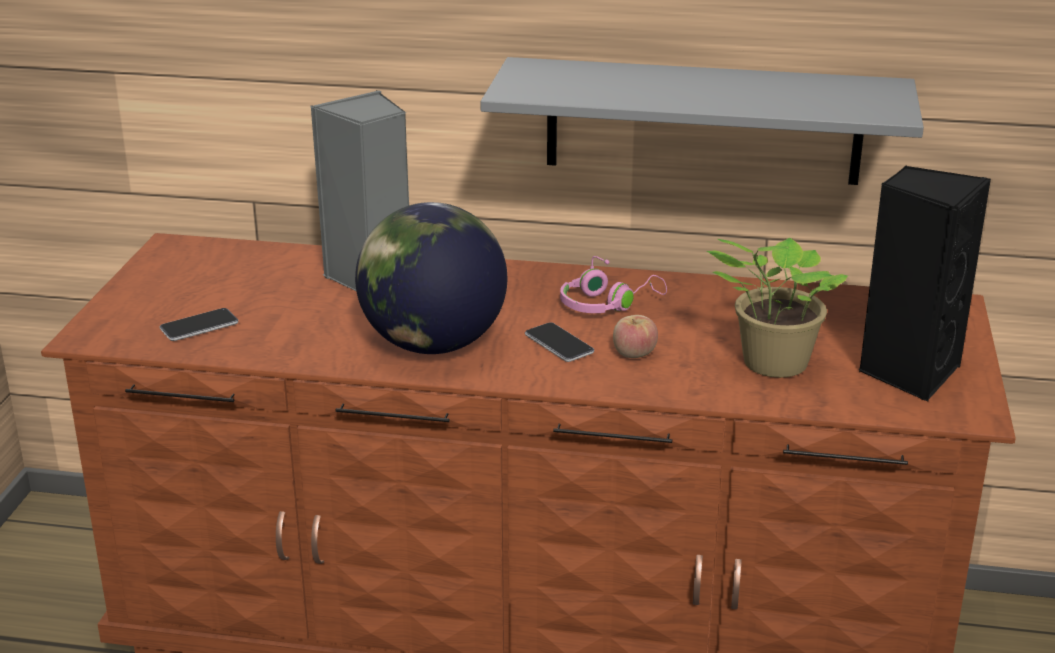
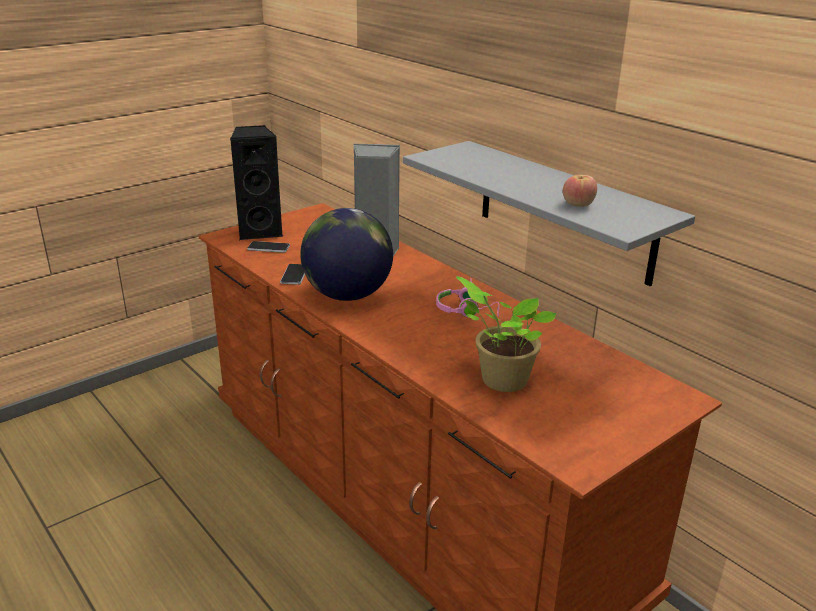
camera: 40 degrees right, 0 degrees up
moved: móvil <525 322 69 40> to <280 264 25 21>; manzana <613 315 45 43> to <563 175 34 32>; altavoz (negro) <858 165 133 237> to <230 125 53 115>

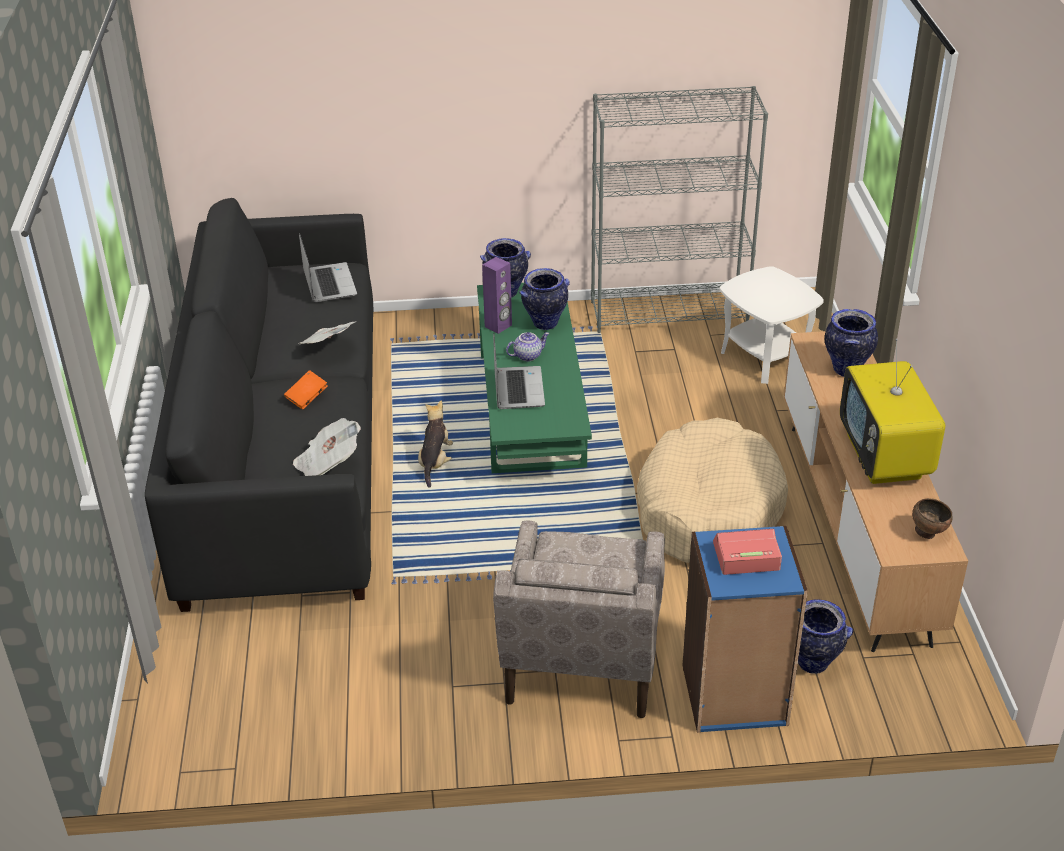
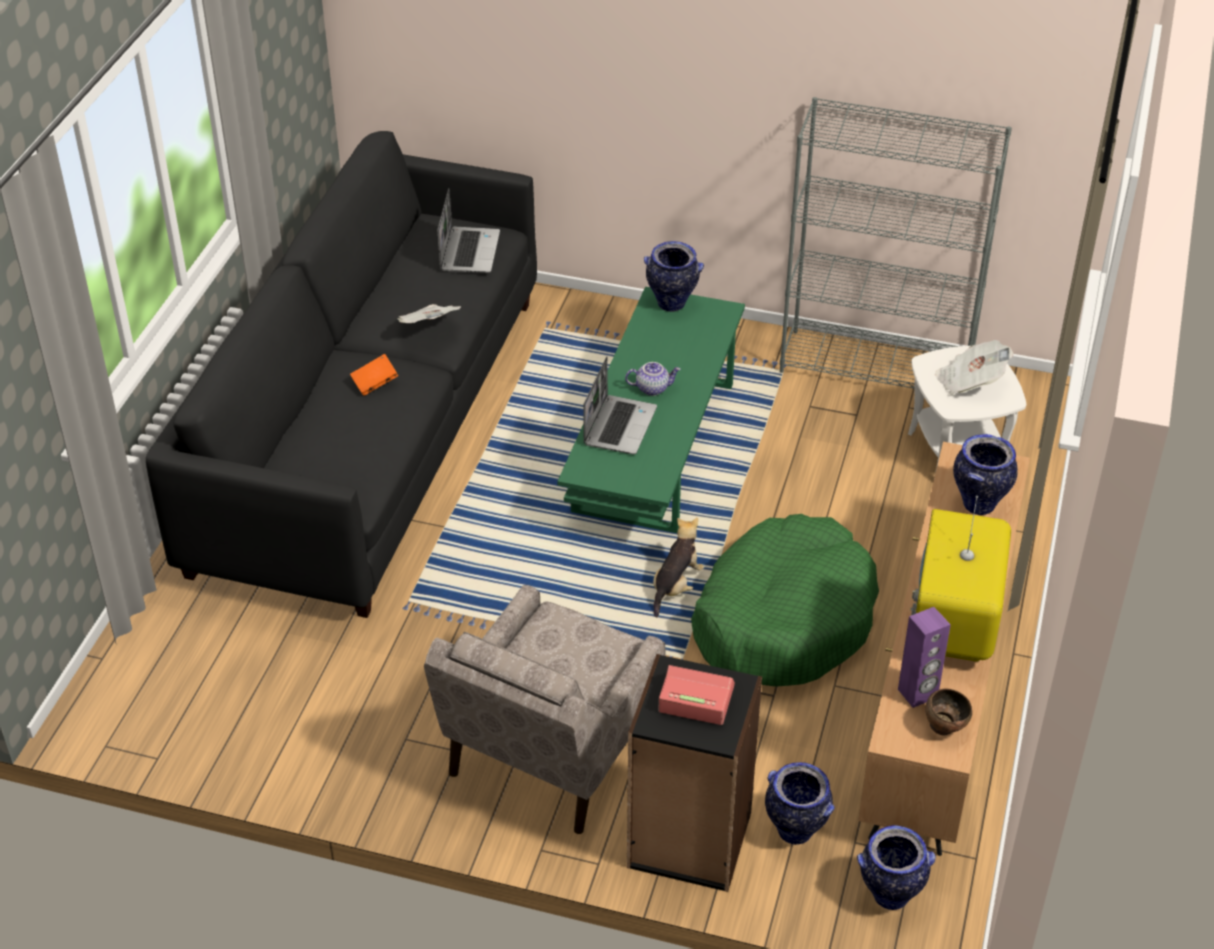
camera: 20 degrees right, 5 degrees up
moved: periódico <293 418 68 58> to <935 340 78 55>; peluche <418 400 35 88> to <653 517 51 100>; altavoz (morado) <482 257 30 77> to <898 607 53 101>; florero <519 268 51 62> to <857 825 79 85>
recoloured: cama para perro (beis) <637 418 151 145> to cama para perro (verde) <691 514 188 173>; estantería (azul) <682 526 126 207> to estantería (negro) <627 654 135 238>

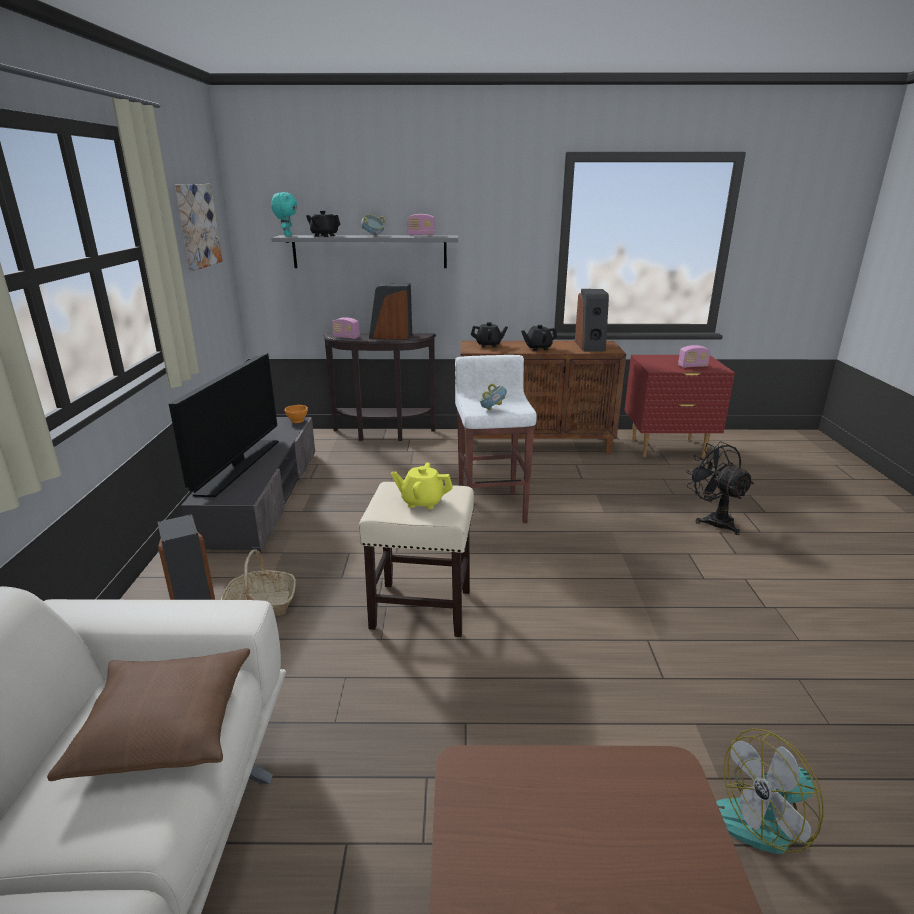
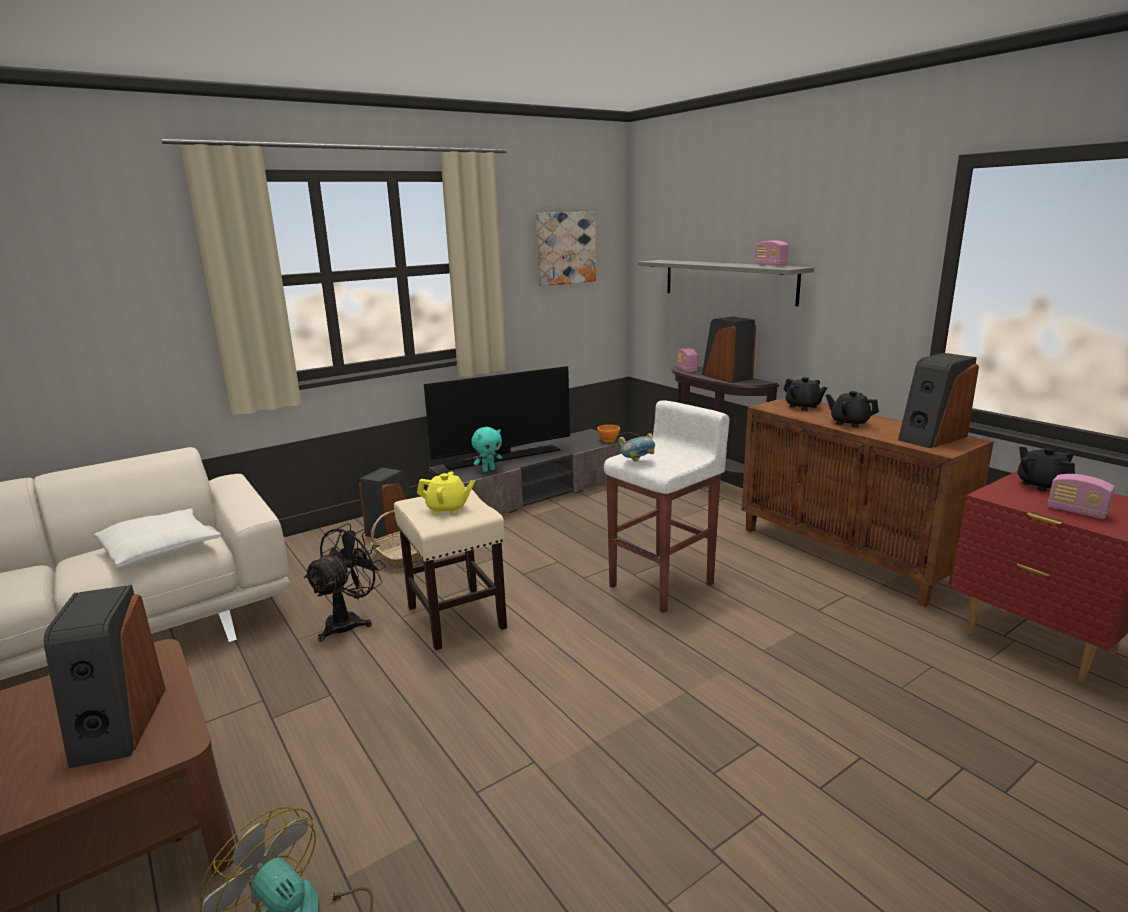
camera: 55 degrees right, 5 degrees down
removed: cuenco <361 214 25 22>
added: altavoz <44 585 122 183>
moved: peluche (turquesa) <271 192 26 45> to <471 427 31 45>; tetera (negro) <306 211 34 26> to <1017 447 58 45>; ventilador (negro) <686 441 68 94> to <303 523 83 119>
recoloured: cojín (marrón) <47 648 203 133> to cojín (blanco) <94 508 127 59>
turned: tetera (amarillo) <391 463 62 46> = <417 471 58 43> 120 degrees clockwise

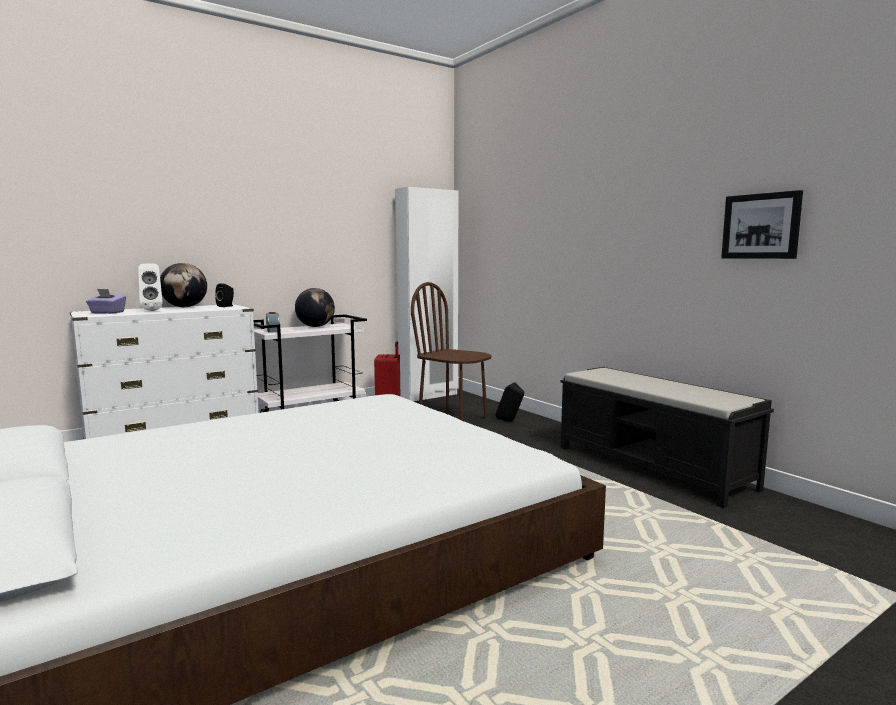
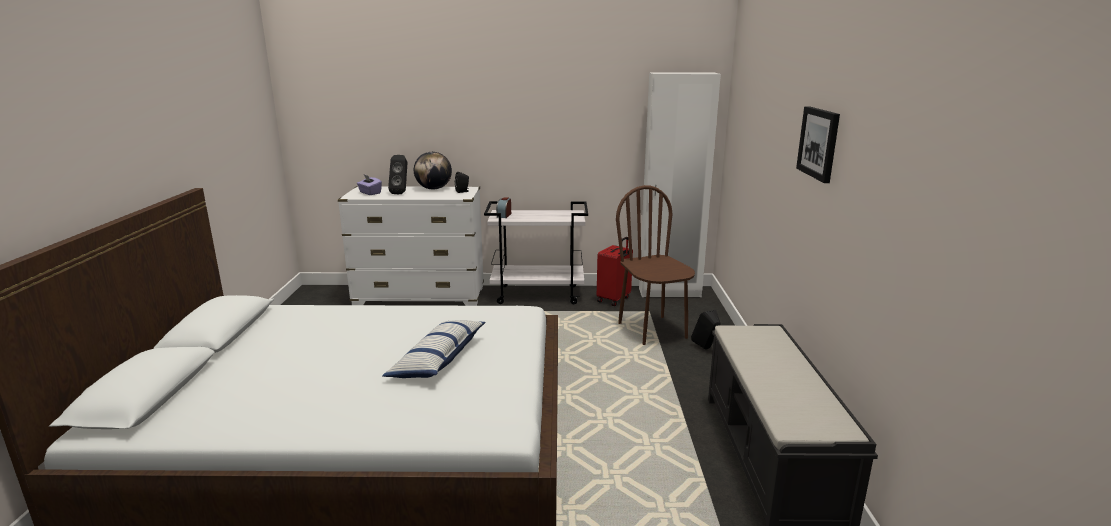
camera: 35 degrees right, 10 degrees up
removed: globo terráqueo <295 288 40 39>
added: cojín <382 320 103 58>
moved: cuadro <721 190 82 69> to <796 106 44 77>
recoloured: altavoz (blanco) <138 263 25 48> to altavoz (negro) <388 155 19 39>

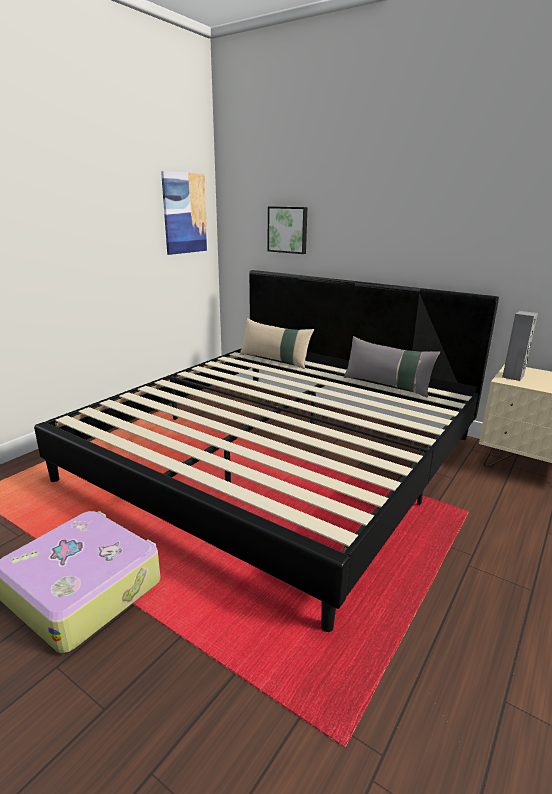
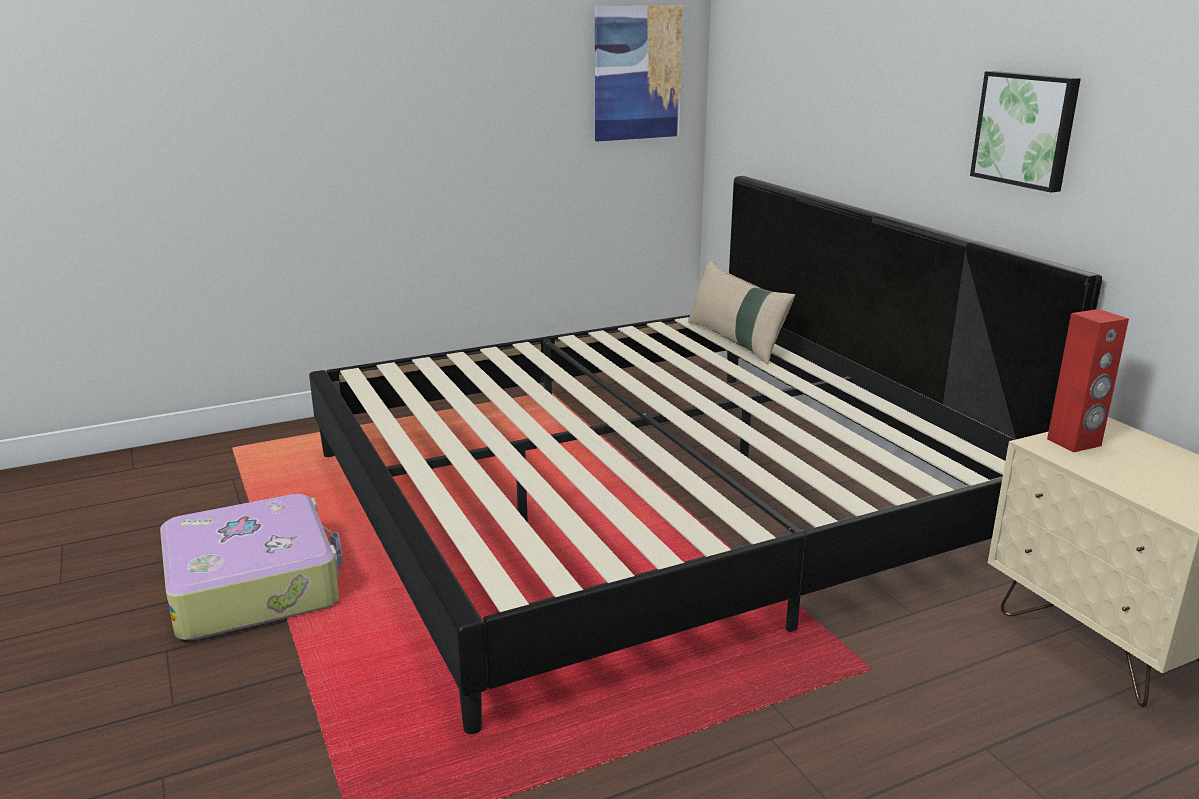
camera: 30 degrees right, 0 degrees up
removed: cojín (gris) <344 336 96 62>
moved: cuadro <268 206 39 48> to <970 71 111 122>
recoloured: altavoz (gris) <502 311 36 70> to altavoz (rojo) <1047 309 82 143>

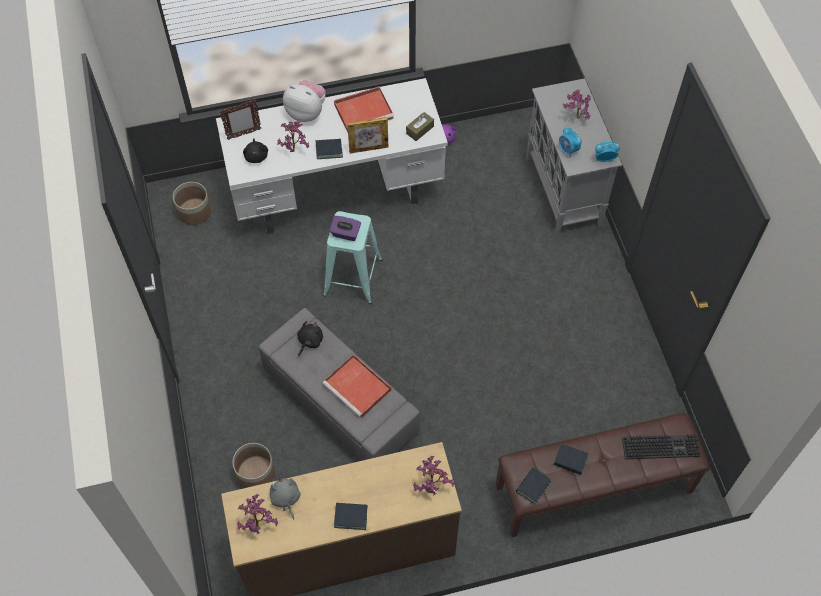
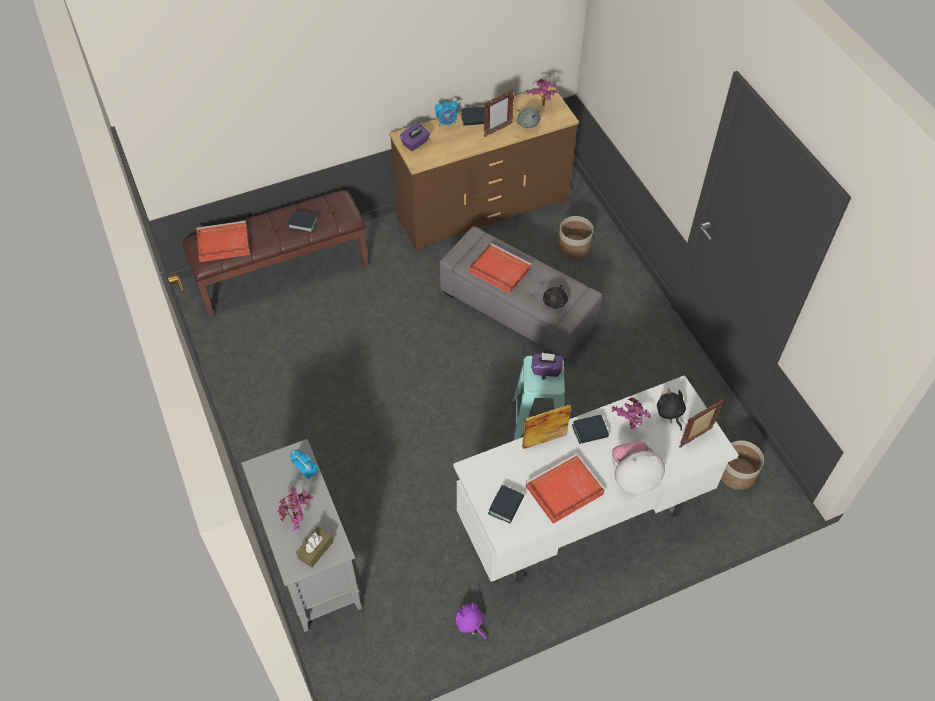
camera: 170 degrees right, 5 degrees down
added: portarretratos <484 89 31 48>
moved: caja de pañuelos (marrón) <406 112 28 29> to <296 527 37 41>; libro <516 468 35 36> to <488 485 36 38>; despertador <595 142 25 20> to <435 99 23 28>
replaced: planta en maceta <413 456 41 40> to caja de pañuelos (morado) <400 123 30 28>; teclado <622 434 79 25> to bandeja (rojo) <196 221 54 41>
turned: peluche <283 80 43 42> = <612 441 53 53> 150 degrees clockwise

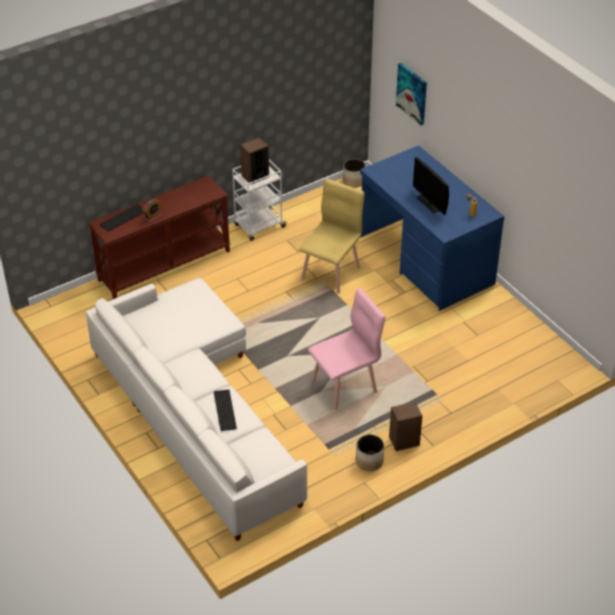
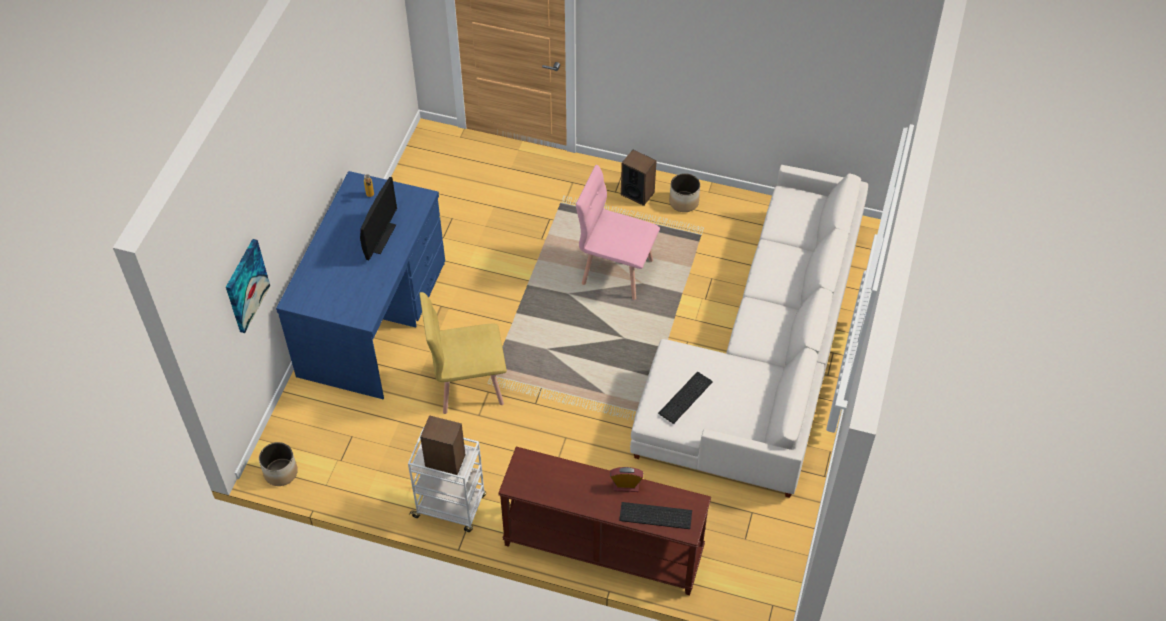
camera: 130 degrees left, 10 degrees up
moved: teclado <214 390 23 41> to <658 372 55 52>

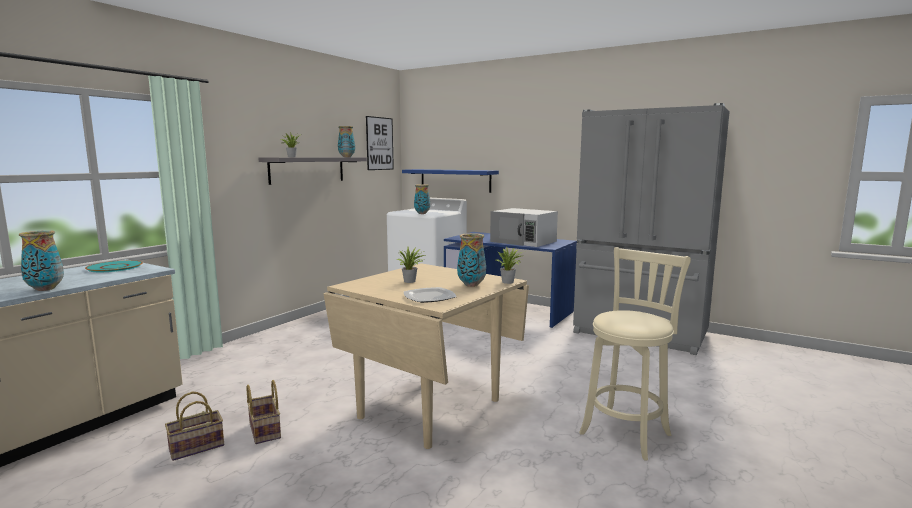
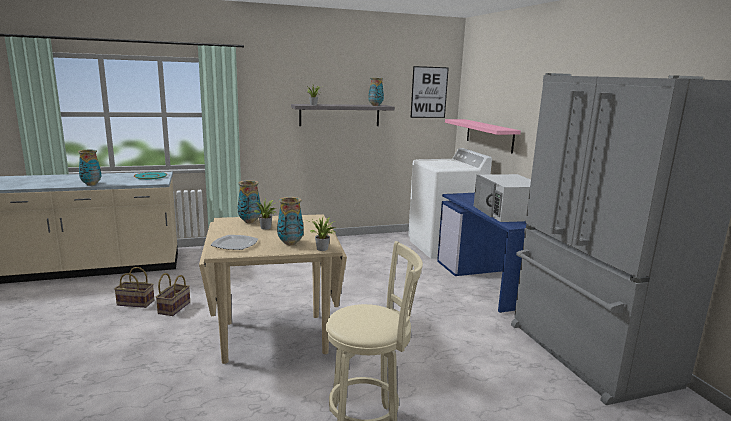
camera: 40 degrees right, 5 degrees up
moved: florero <414 184 16 30> to <238 180 23 43>
recoloured: estante (azul) <402 169 97 24> to estante (rosa) <445 119 76 34>

